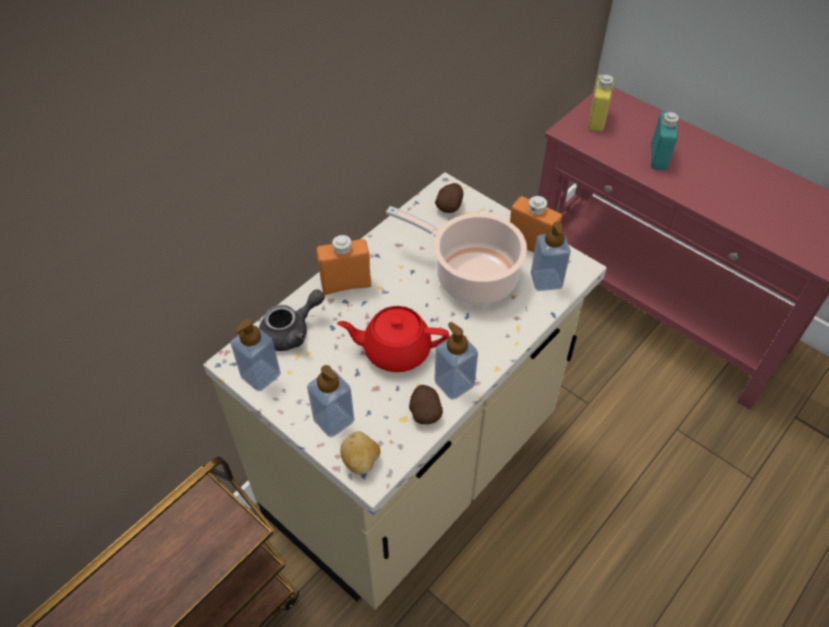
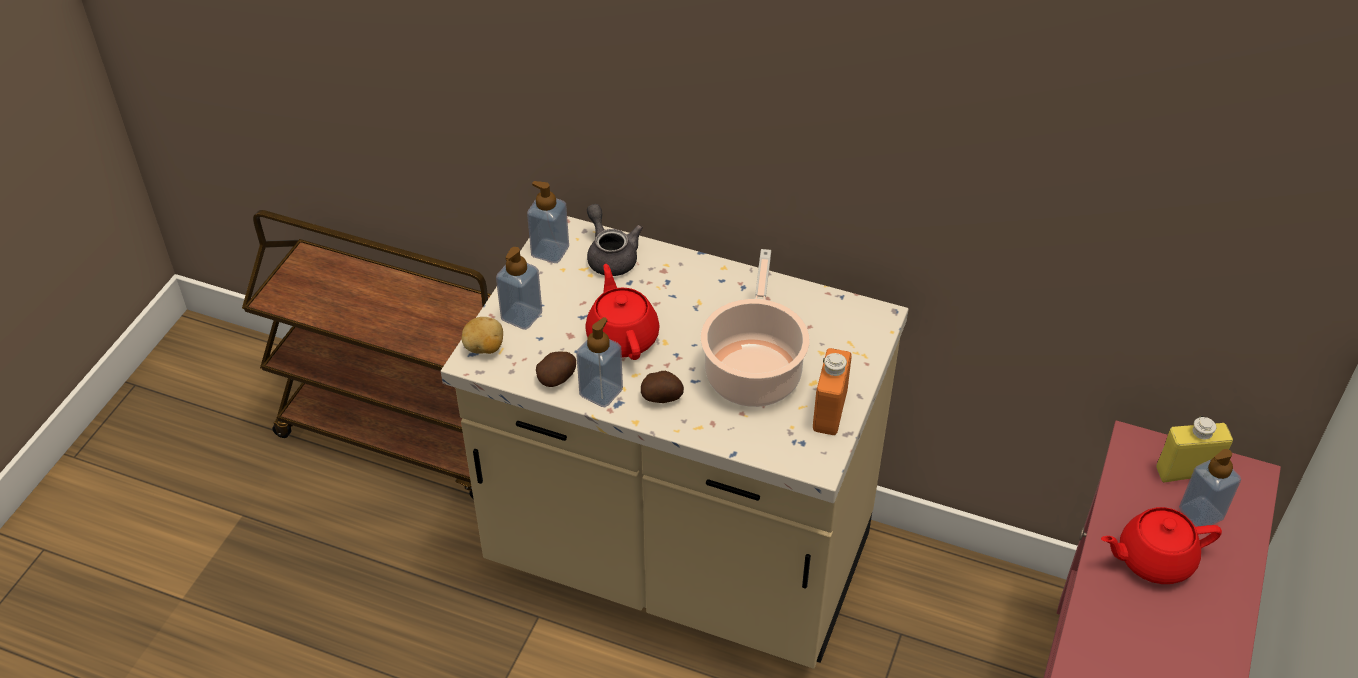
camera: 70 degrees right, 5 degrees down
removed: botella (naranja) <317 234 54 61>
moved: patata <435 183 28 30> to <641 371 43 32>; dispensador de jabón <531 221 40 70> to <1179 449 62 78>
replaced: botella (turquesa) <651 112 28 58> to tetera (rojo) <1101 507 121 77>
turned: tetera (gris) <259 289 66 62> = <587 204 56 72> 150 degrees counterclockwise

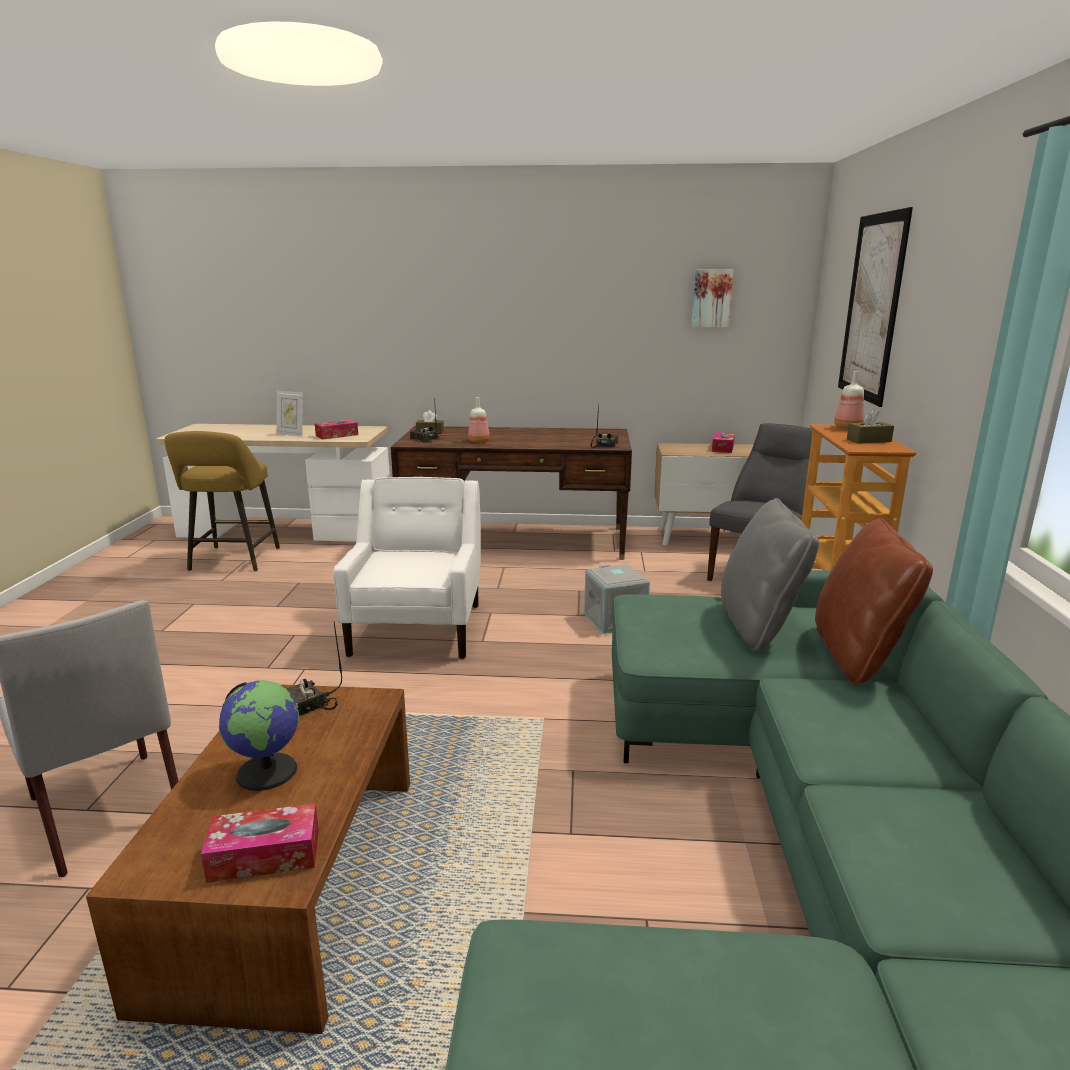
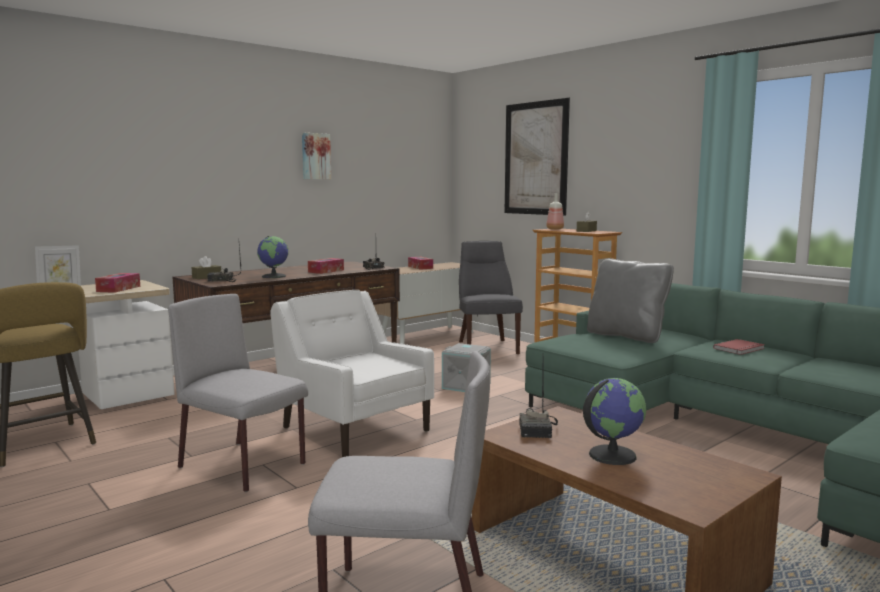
camera: 45 degrees left, 10 degrees down
removed: cojín (marrón) <815 518 118 167>
added: silla (gris) <168 294 140 198>; libro (rojo) <713 339 52 16>
moved: caja de pañuelos <201 803 118 80> to <308 258 36 16>; cuadro <692 269 42 58> to <302 133 29 46>
replaced: botella <468 397 22 46> to globo terráqueo <257 236 32 42>

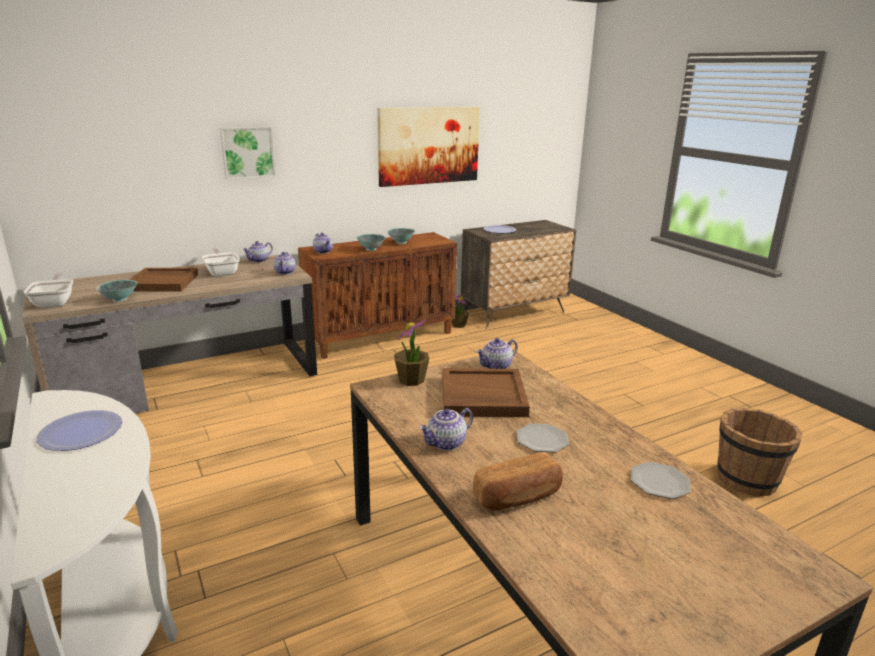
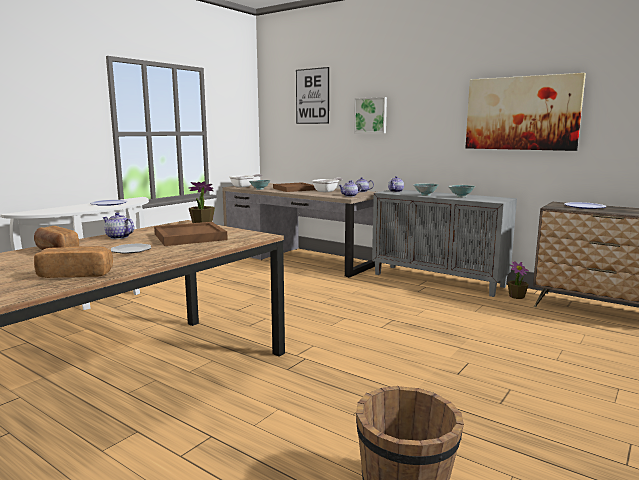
camera: 65 degrees right, 10 degrees down
removed: tetera <476 338 42 31>
added: cuadro <296 67 33 57>
replaced: plato <631 462 60 37> to pan <34 246 79 32>
recoloured: armario (marrón) <298 232 159 127> to armario (gris) <372 190 145 107>

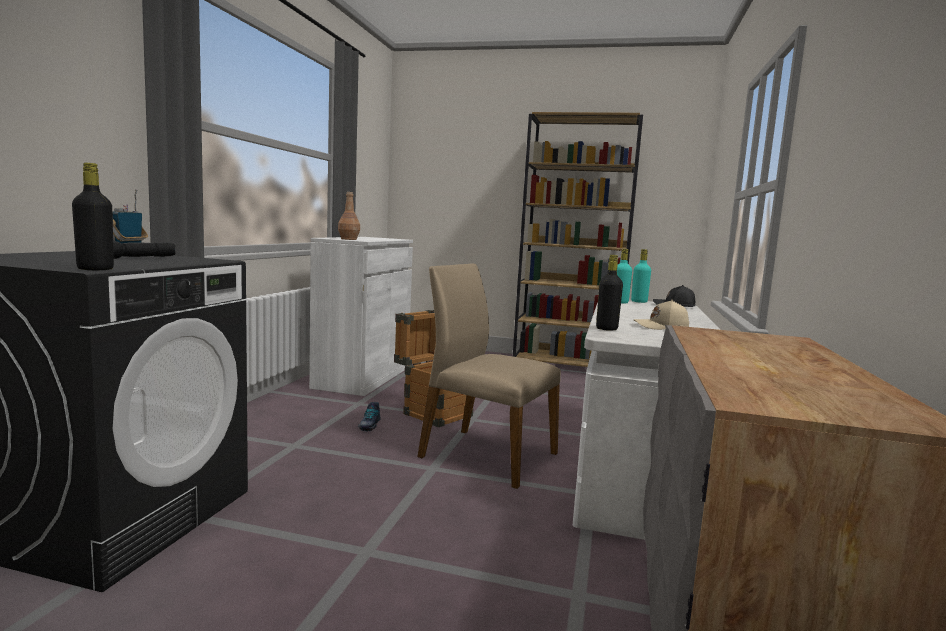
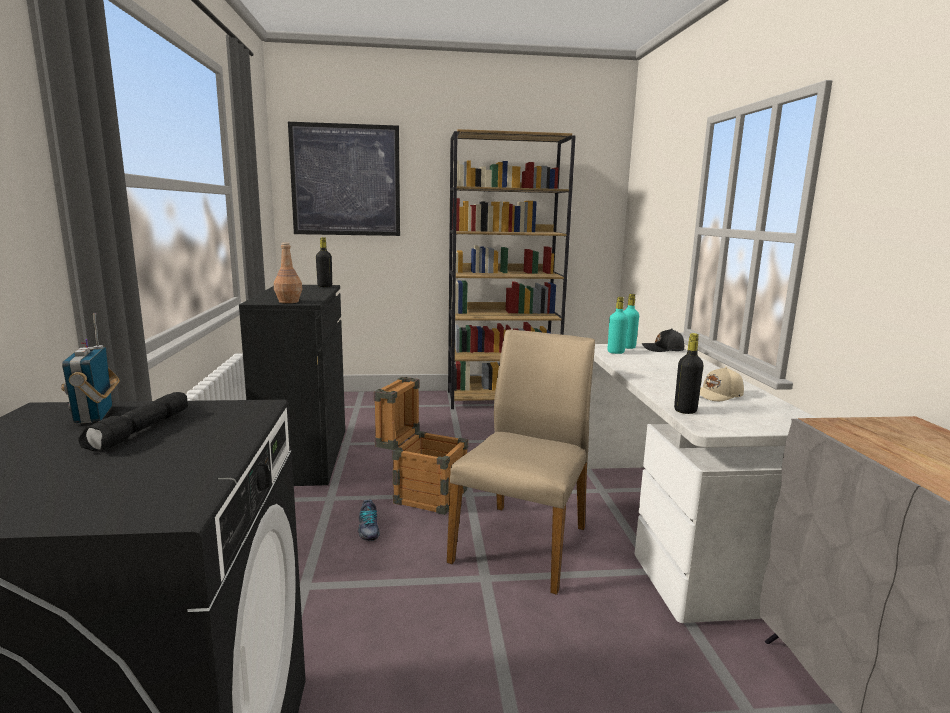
camera: 20 degrees left, 5 degrees up
added: cuadro <288 122 112 114>
moved: botella (negro) <72 163 42 107> to <316 237 16 50>
recoloured: armario (blanco) <309 237 104 159> to armario (negro) <239 285 106 201>
turned: silla (beis) <417 264 144 225> = <447 329 148 266> 105 degrees clockwise

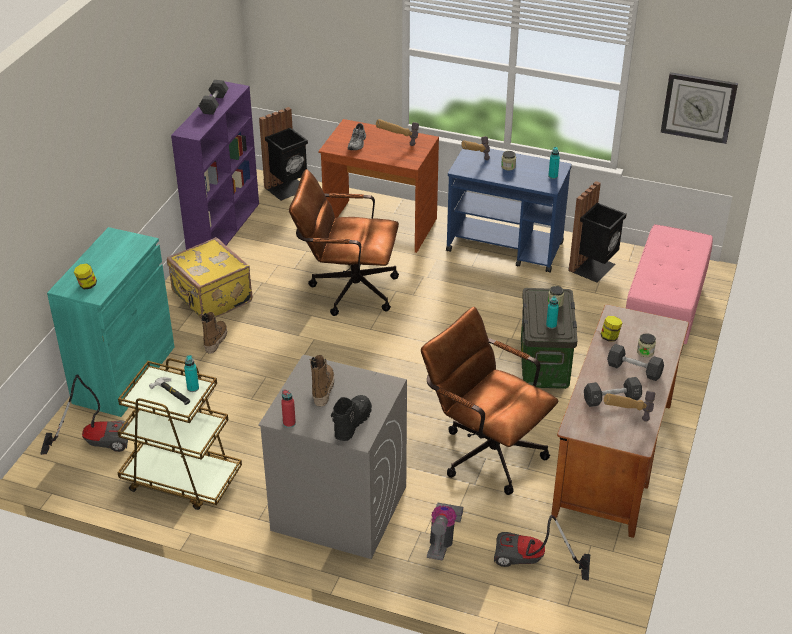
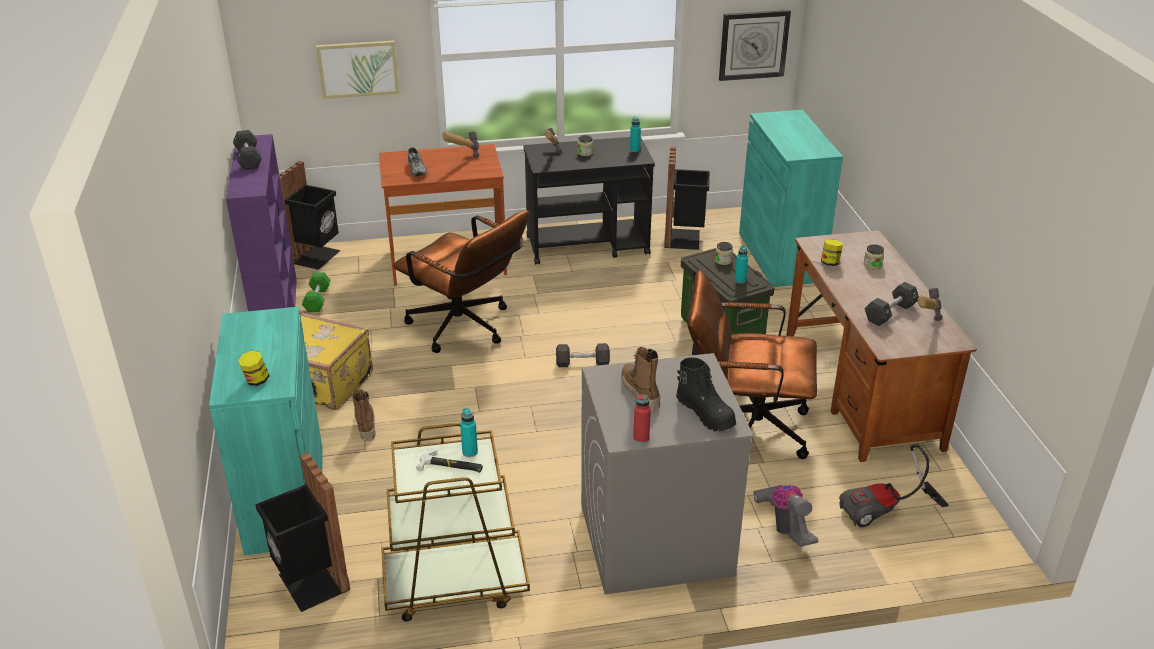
camera: 30 degrees left, 5 degrees down
added: mancuerna (verde) <302 272 29 40>; cuadro <316 41 83 58>
moved: mancuerna (gris) <607 344 57 37> to <556 343 54 24>
replaced: aspiradora <40 374 88 81> to papelera (negro) <255 452 95 160>; banco (rosa) <626 224 87 131> to armario (turquesa) <739 110 104 177>
recoloured: carrito (azul) <446 148 126 125> to carrito (negro) <524 137 131 128>
turned: silla de oficina (marrón) <289 169 110 147> = <393 211 136 142> 120 degrees counterclockwise; bota (negro) <331 395 41 46> = <676 357 60 74> 150 degrees clockwise

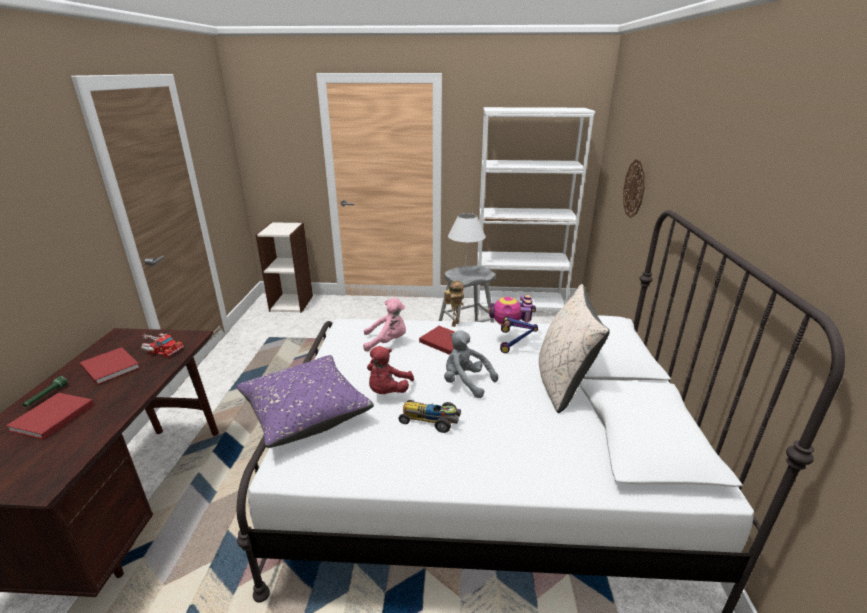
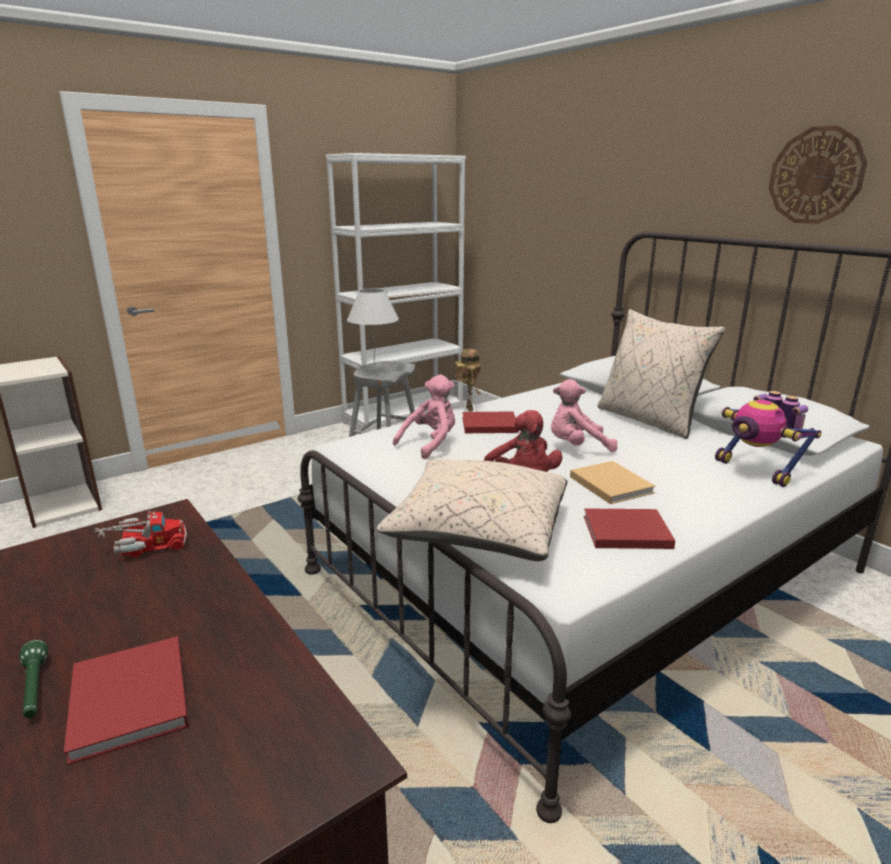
camera: 40 degrees left, 5 degrees down
moved: libro (rojo) <80 347 60 38> to <584 508 91 41>; robot de juguete <488 295 50 58> to <715 391 106 96>; reloj de pared <623 159 22 59> to <769 125 98 99>
replaced: coche de juguete <399 400 62 33> to libro (beis) <570 461 86 43>
recoloured: cojín (morado) <236 355 138 93> to cojín (beis) <376 459 192 102>; peluche (gris) <444 330 54 68> to peluche (rosa) <551 379 66 73>

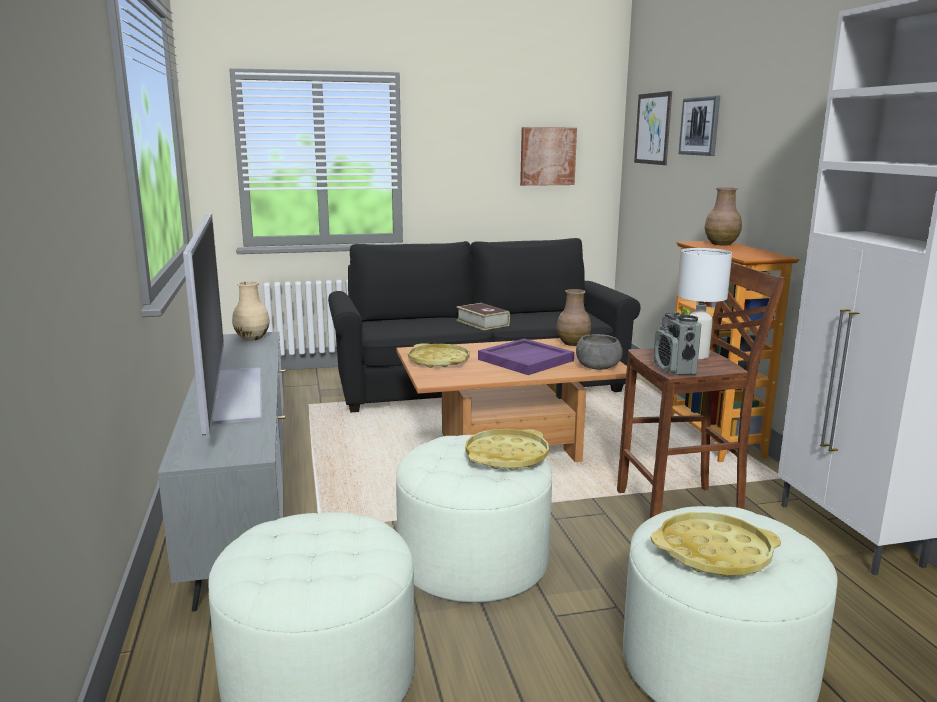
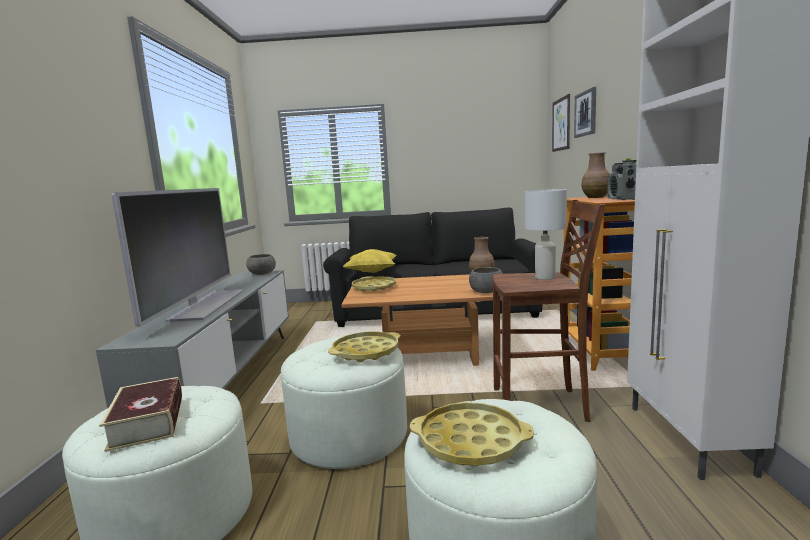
camera: 15 degrees right, 5 degrees down
removed: bandeja (morado) <478 339 96 36>; cuadro <520 127 57 59>
added: cojín (amarillo) <343 249 54 24>
moved: libro <456 303 54 27> to <99 377 83 75>; radio <653 308 48 67> to <607 158 30 42>
replaced: florero (beis) <232 281 38 60> to cuenco (gris) <246 254 30 21>

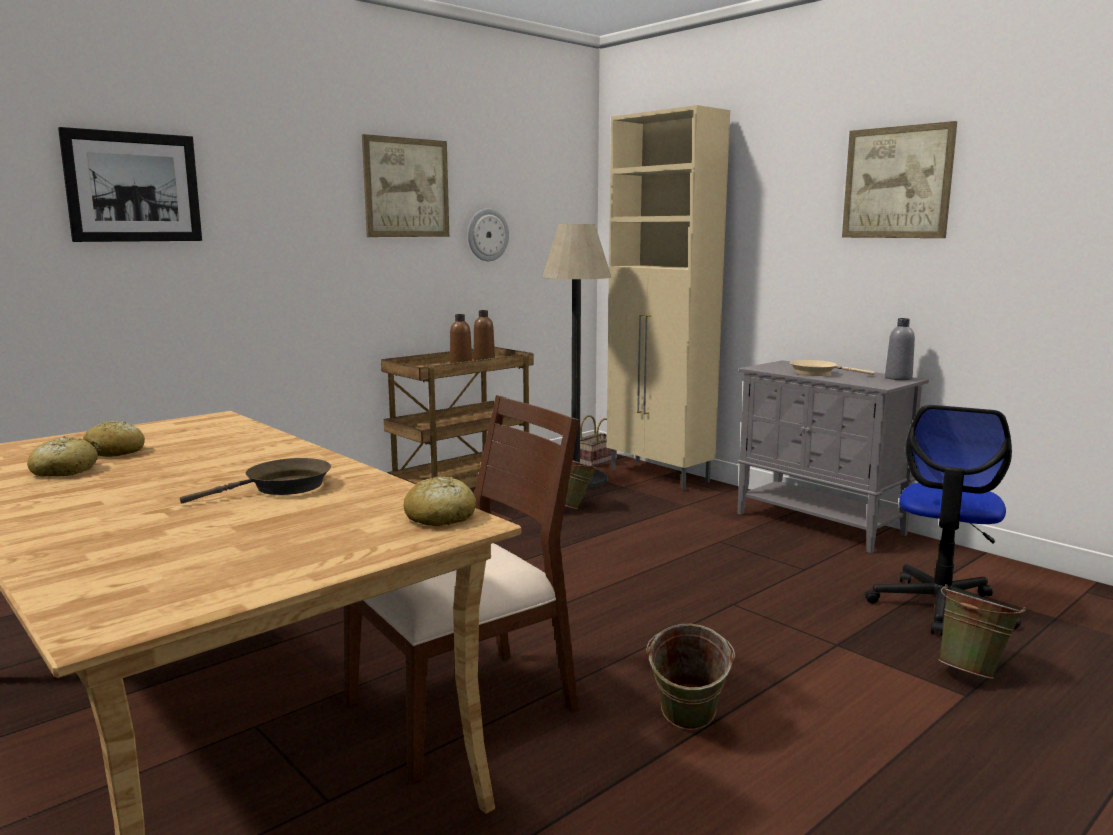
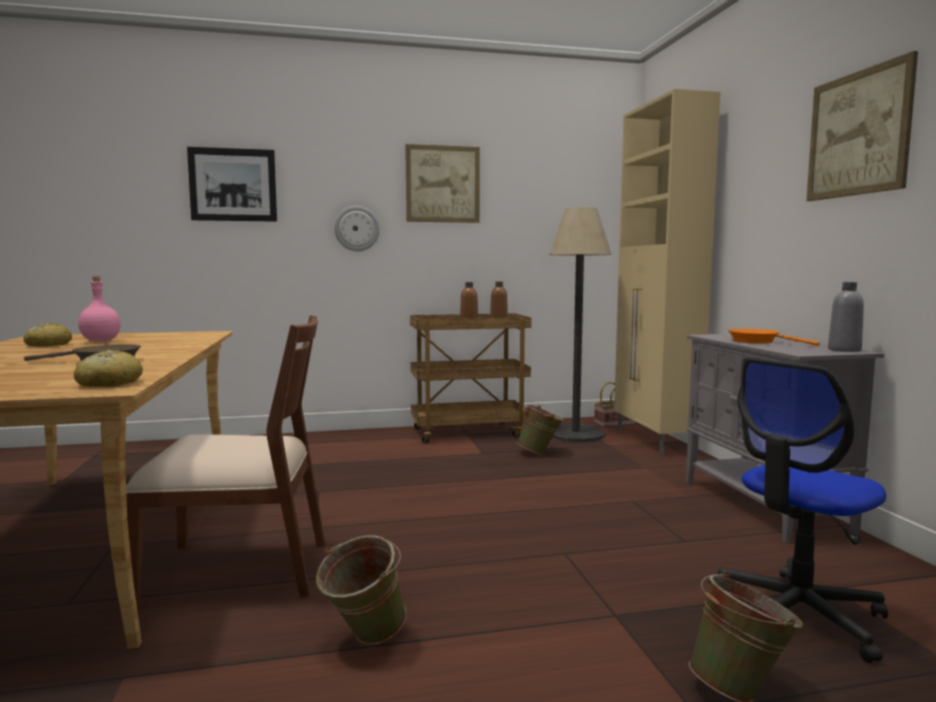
camera: 30 degrees right, 5 degrees down
moved: reloj de pared <468 208 41 53> to <334 206 46 45>
replaced: pan <83 421 62 36> to botella (rosa) <78 277 43 64>
recoloured: sartén (beis) <790 360 85 16> to sartén (naranja) <728 329 92 17>

